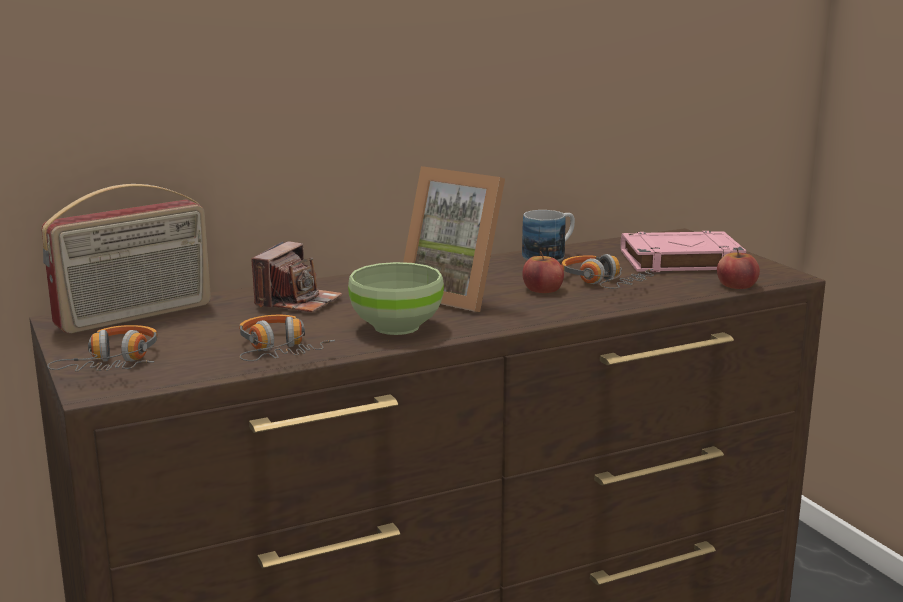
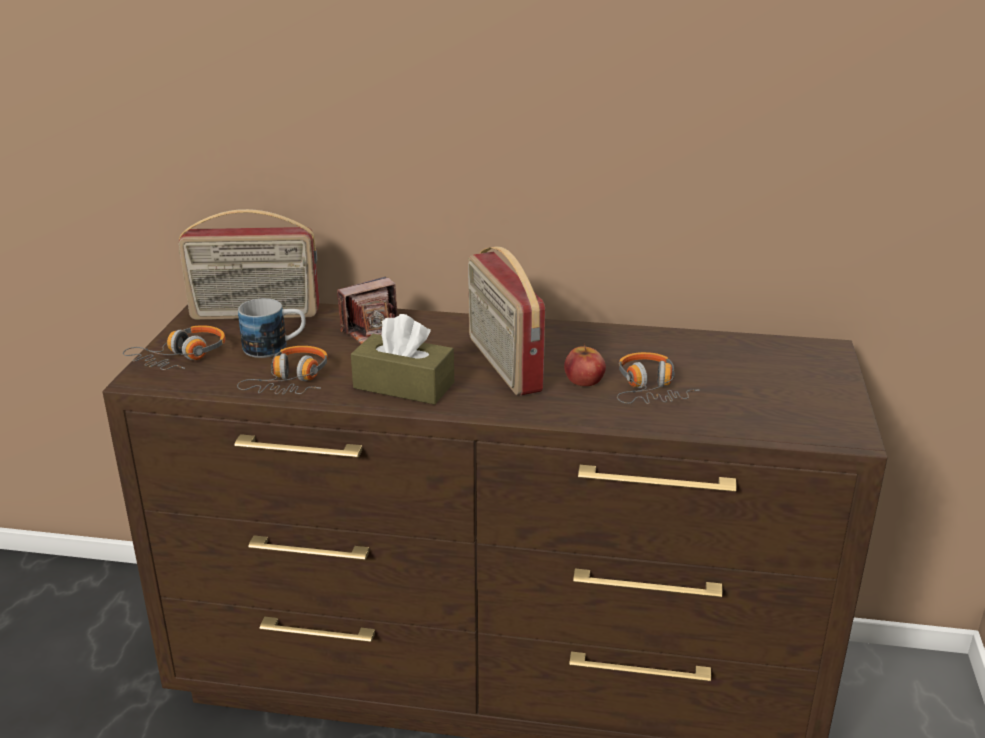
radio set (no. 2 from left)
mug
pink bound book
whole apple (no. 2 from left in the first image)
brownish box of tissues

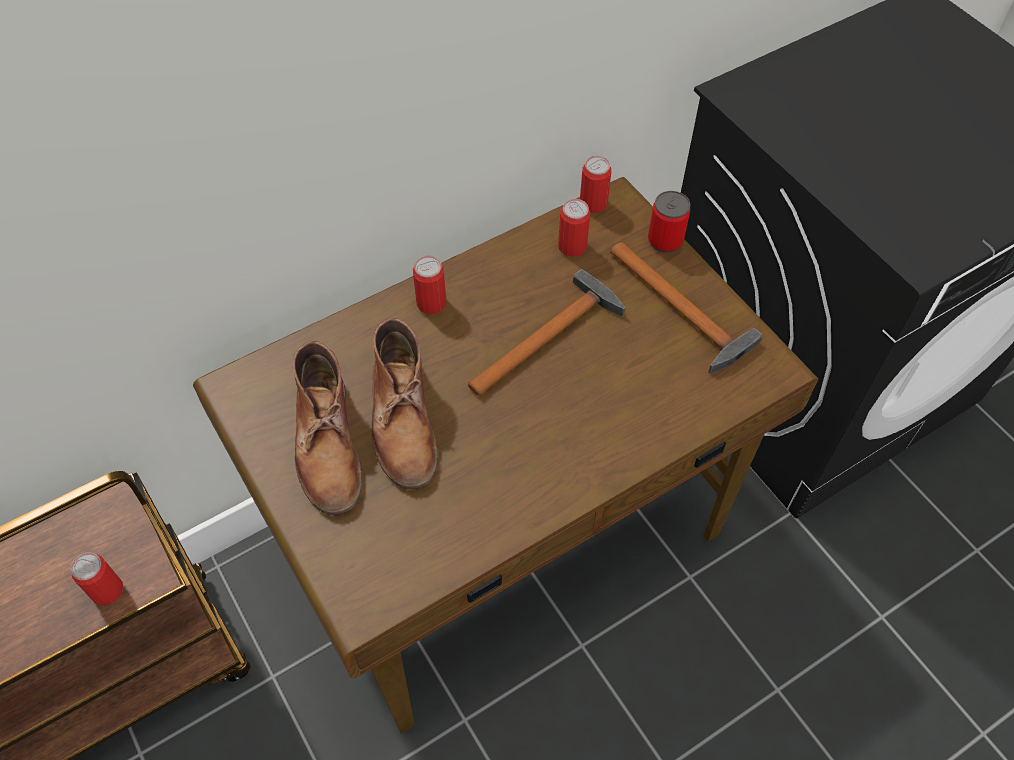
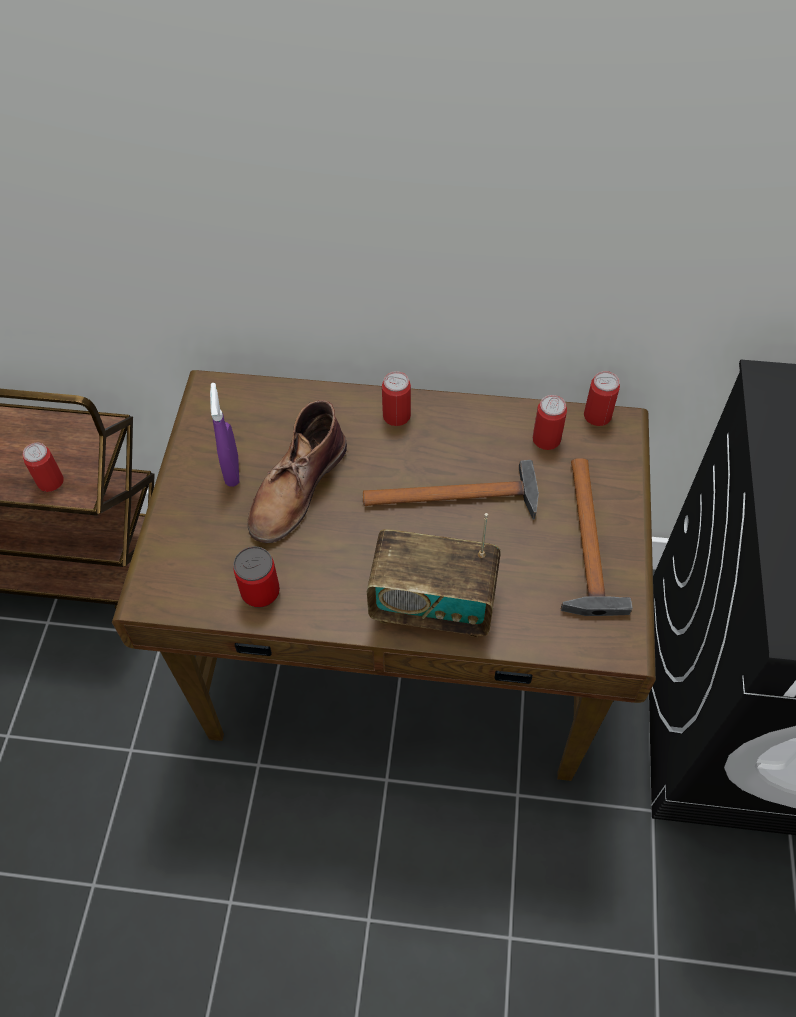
can (no. 2 from left)
purple-coloured sprayer
radio set

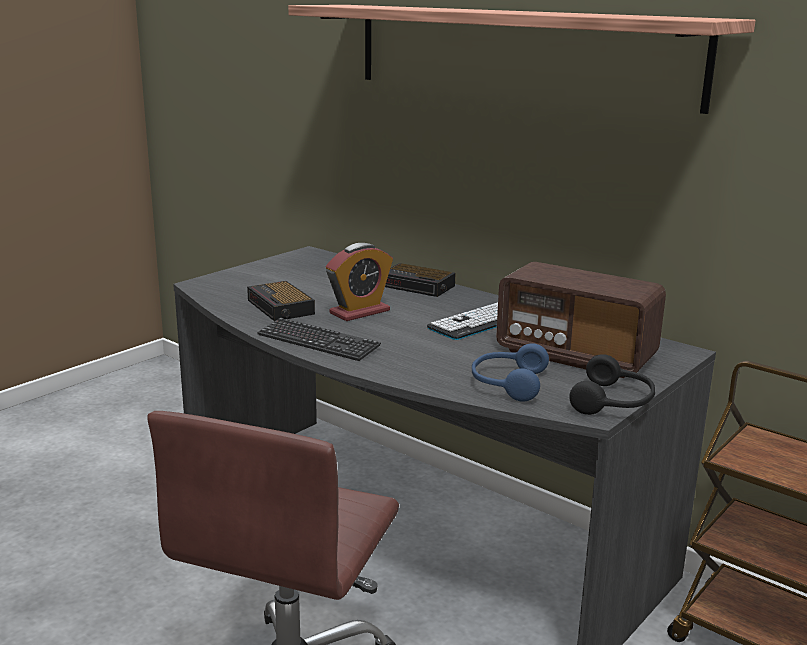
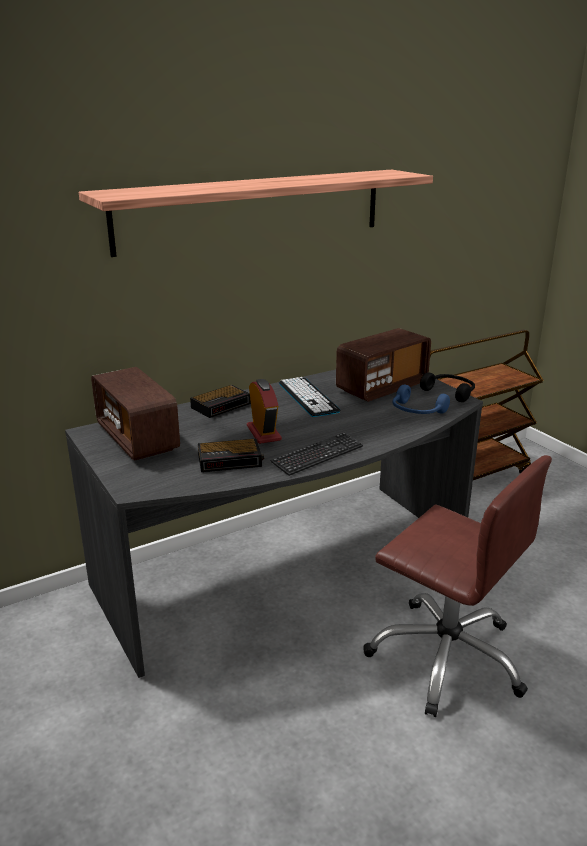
radio set (no. 1 from left)

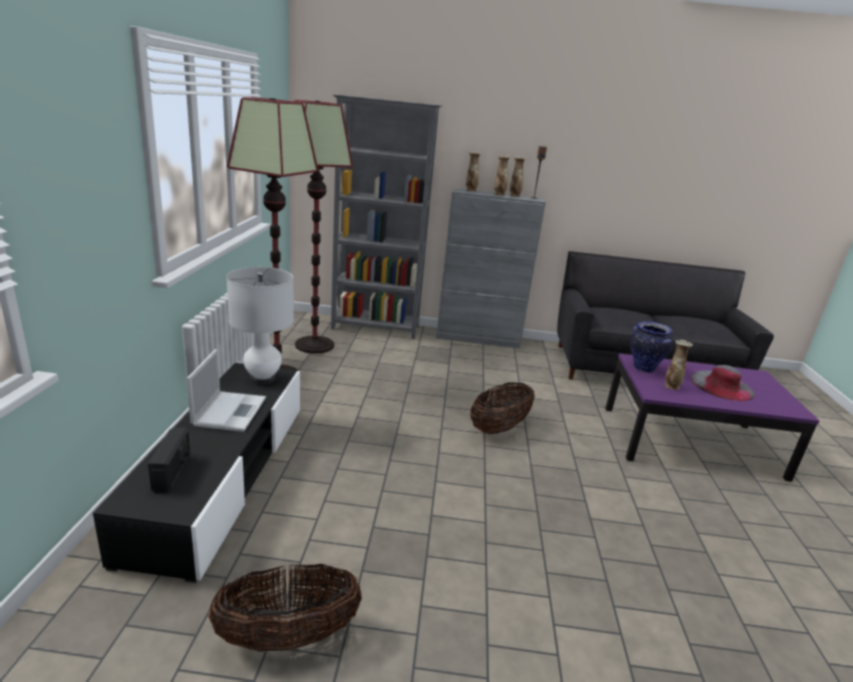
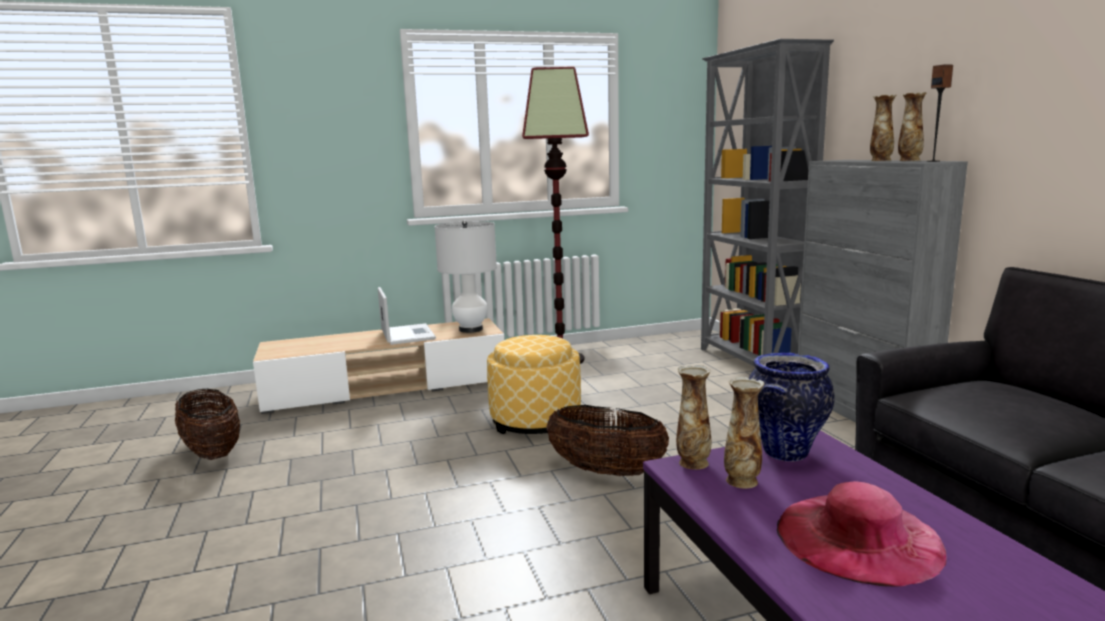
standing lamp (no. 2 from left in the first image)
decorative vase (no. 1 from left)
portable computer
sand-coloured tv unit
pink clothing hat
radio set
footrest

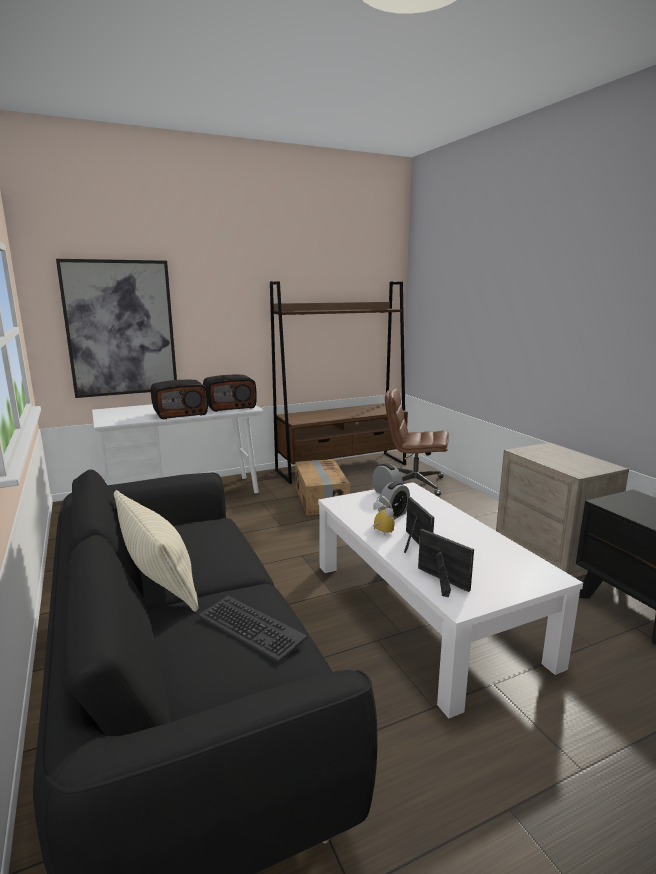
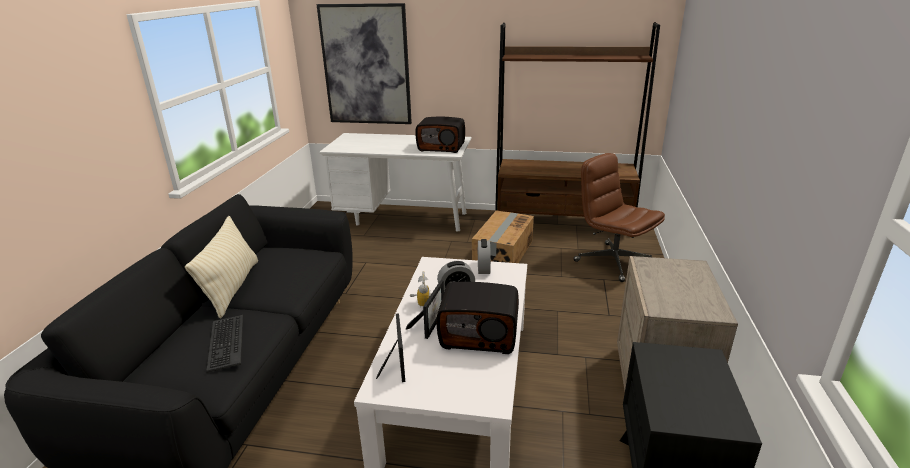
radio set (no. 2 from left)

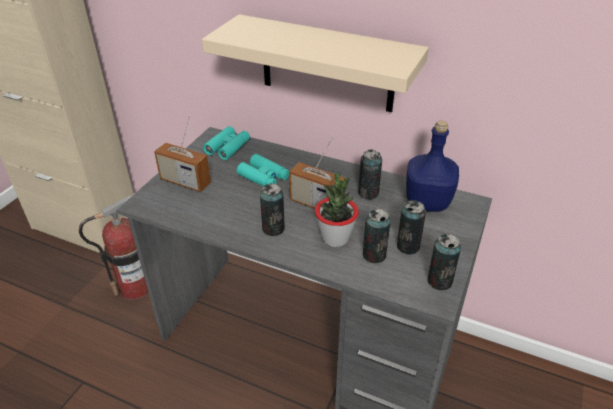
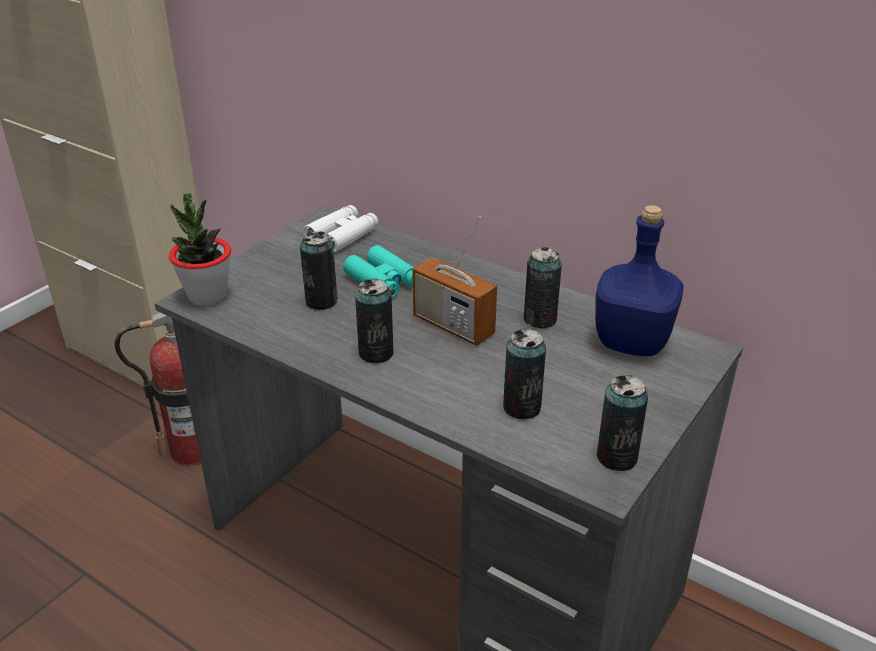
sand-coloured wall shelf
radio set (no. 1 from left in the first image)
white pair of binoculars
houseplant
can (no. 1 from left)

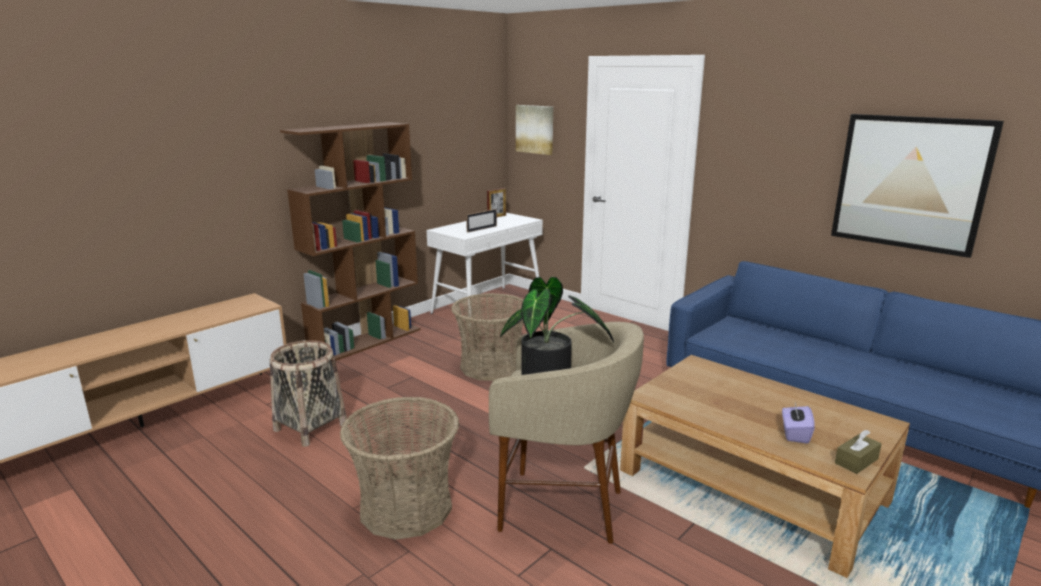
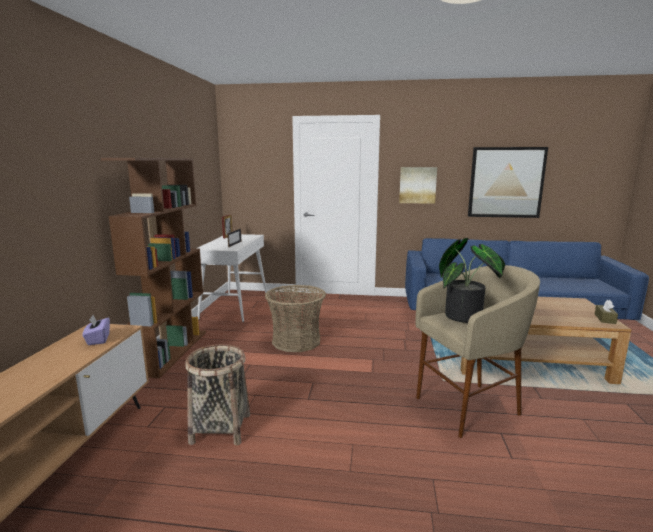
picture (no. 1 from left)
storage basket (no. 2 from left in the first image)
purple-coloured box of tissues

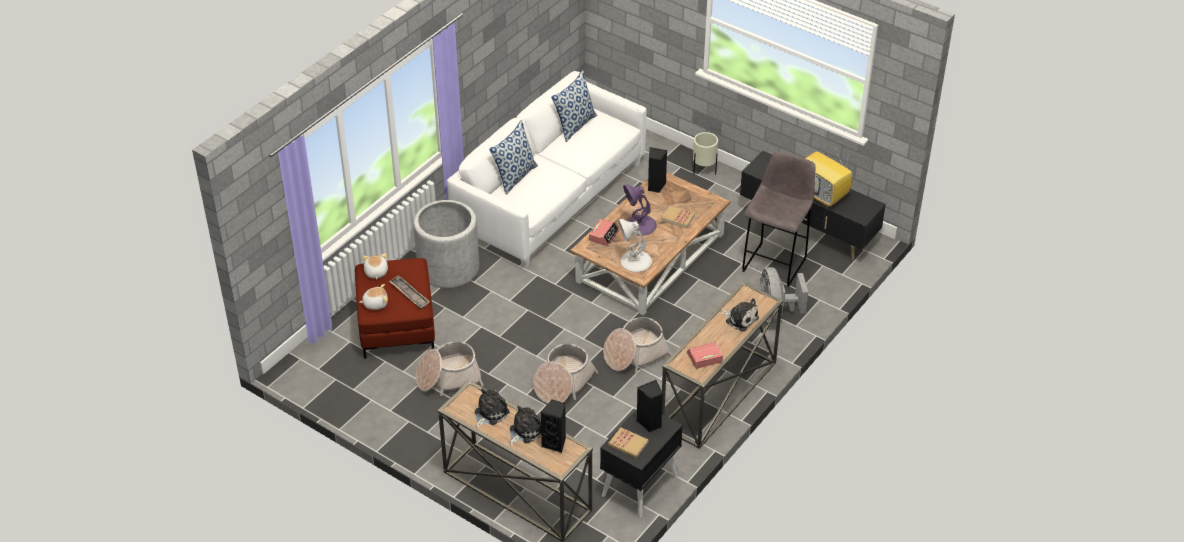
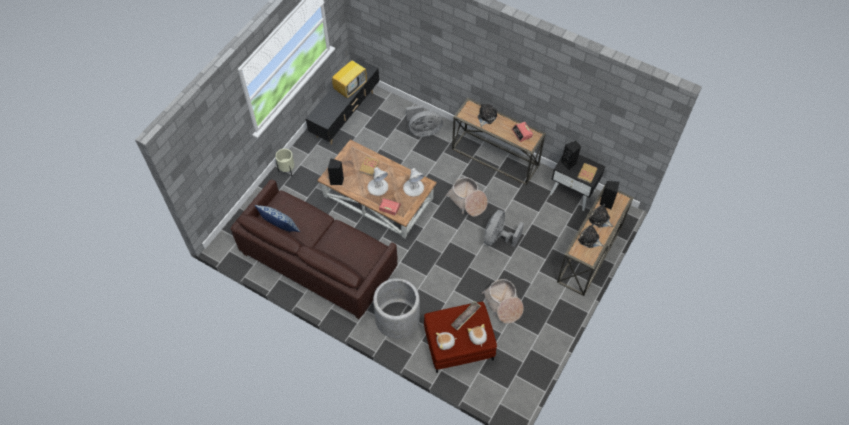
brownish settee
cushion (no. 1 from left in the first image)
greyish sitting stool
white lamp for a table (no. 1 from left)
greyish electric fan (no. 2 from left)

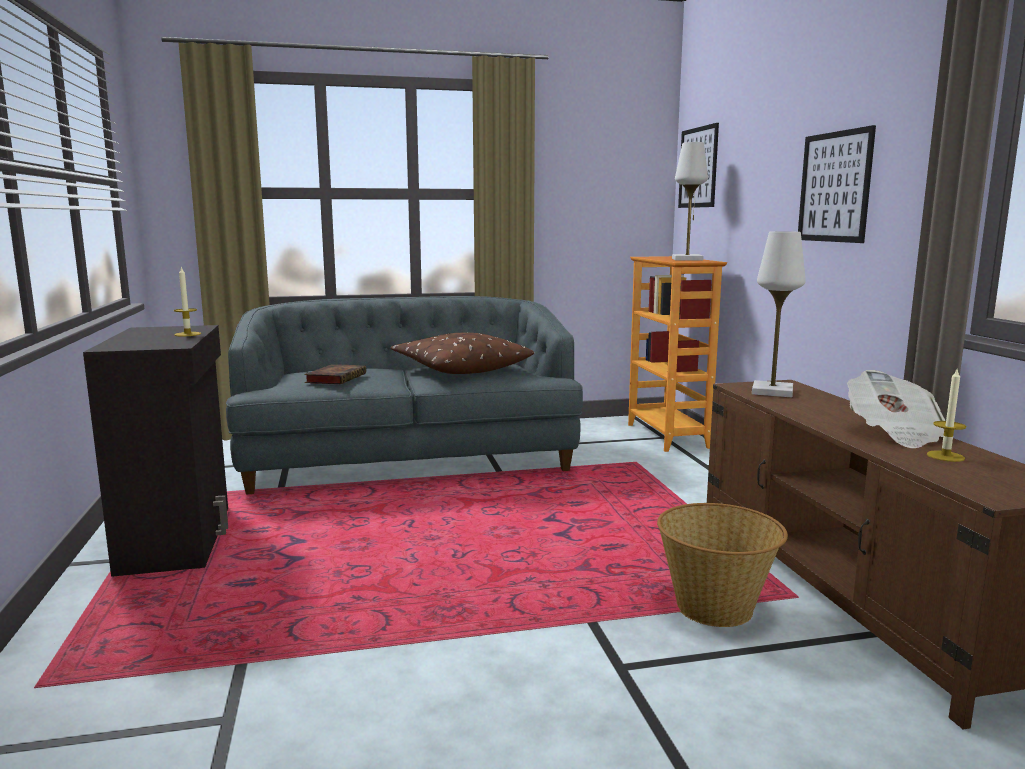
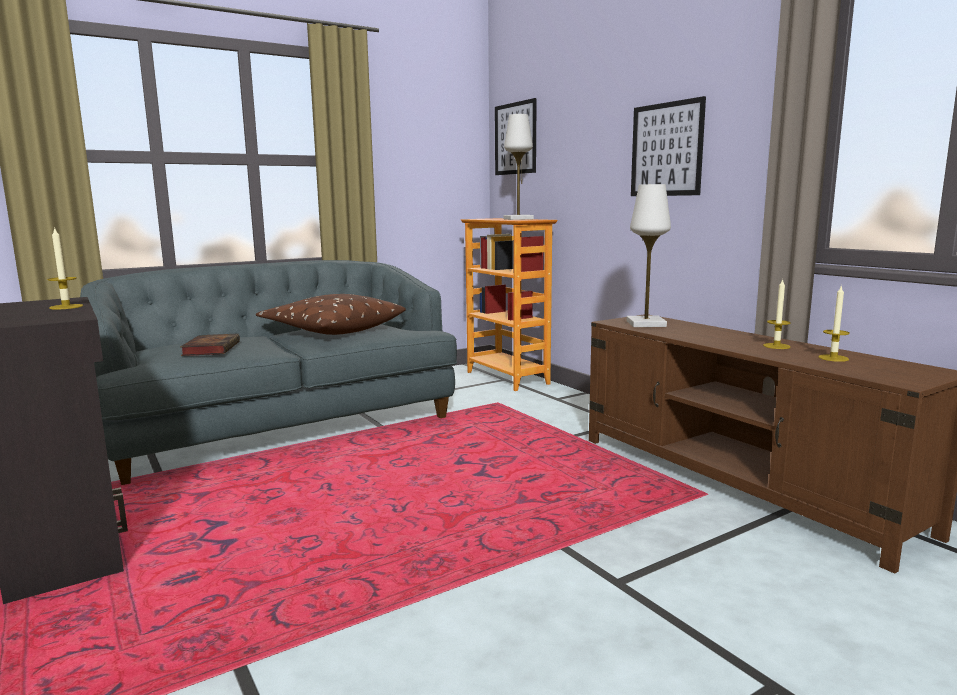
wax light (no. 2 from left)
storage basket

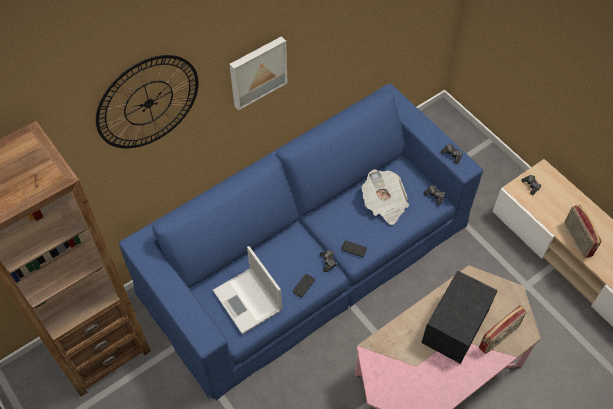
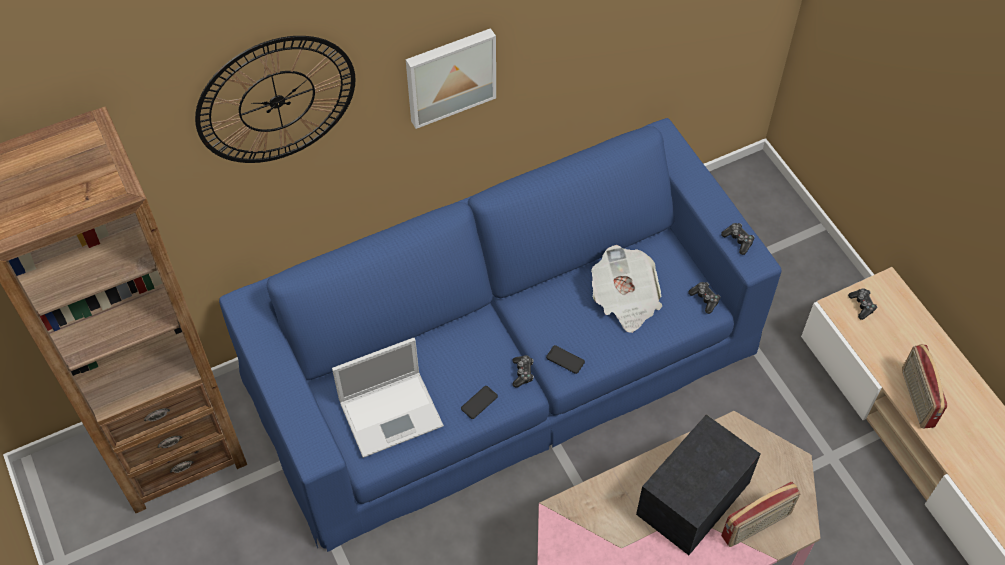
portable computer

